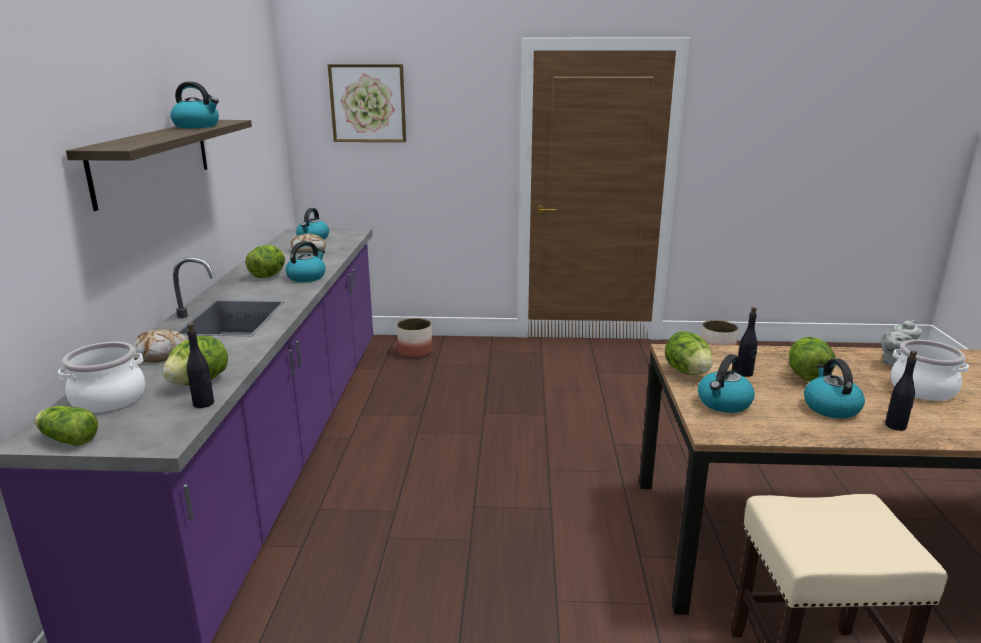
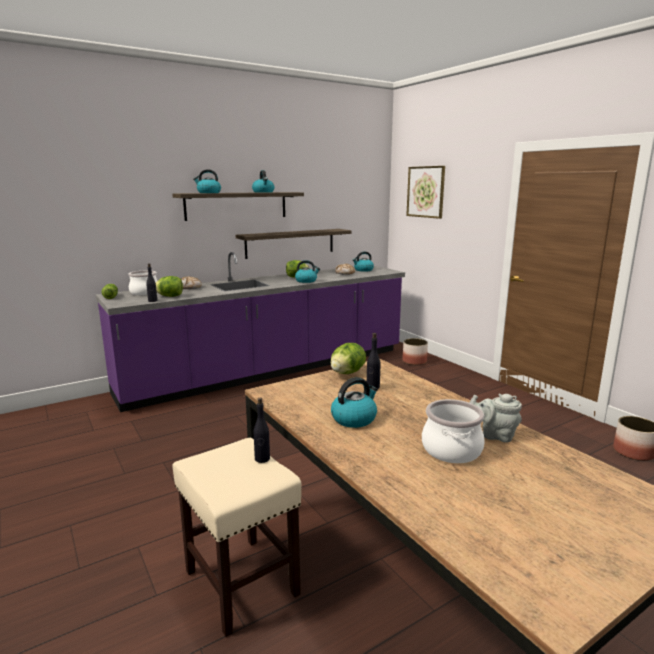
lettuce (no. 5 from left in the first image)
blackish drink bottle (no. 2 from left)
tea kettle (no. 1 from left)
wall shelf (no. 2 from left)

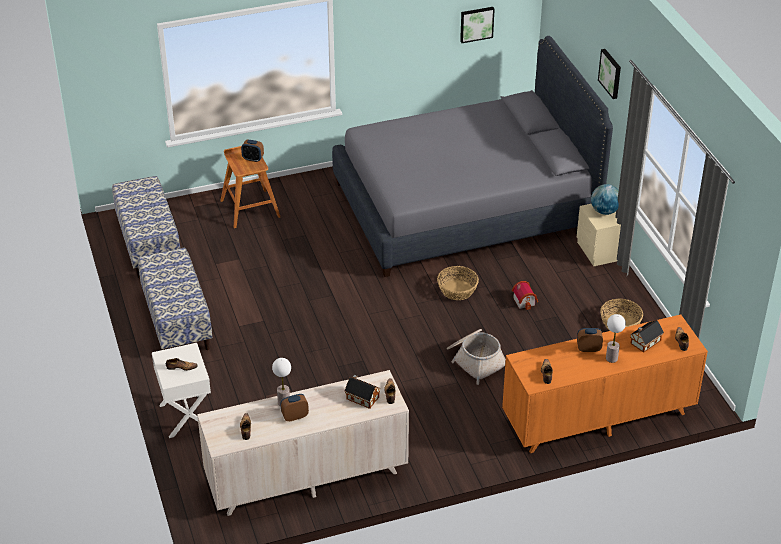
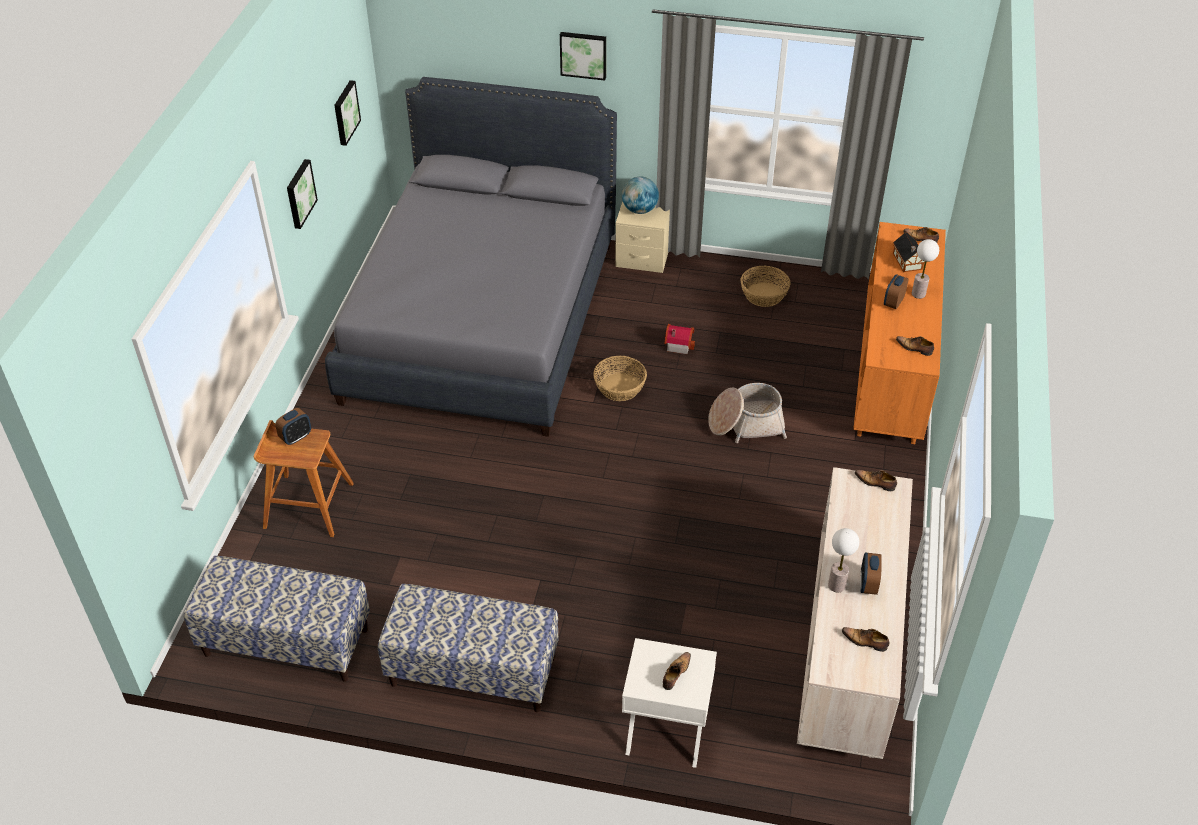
toy house (no. 1 from left in the first image)
picture (no. 1 from left)

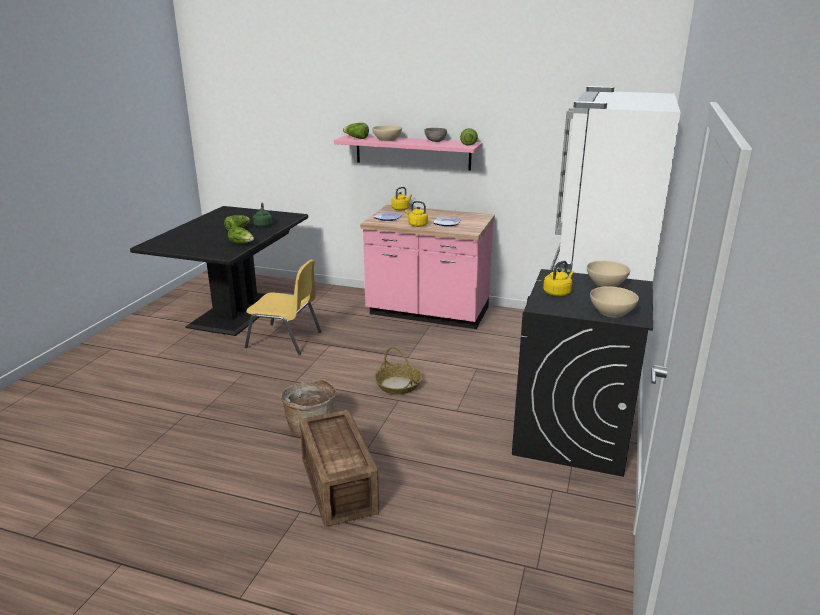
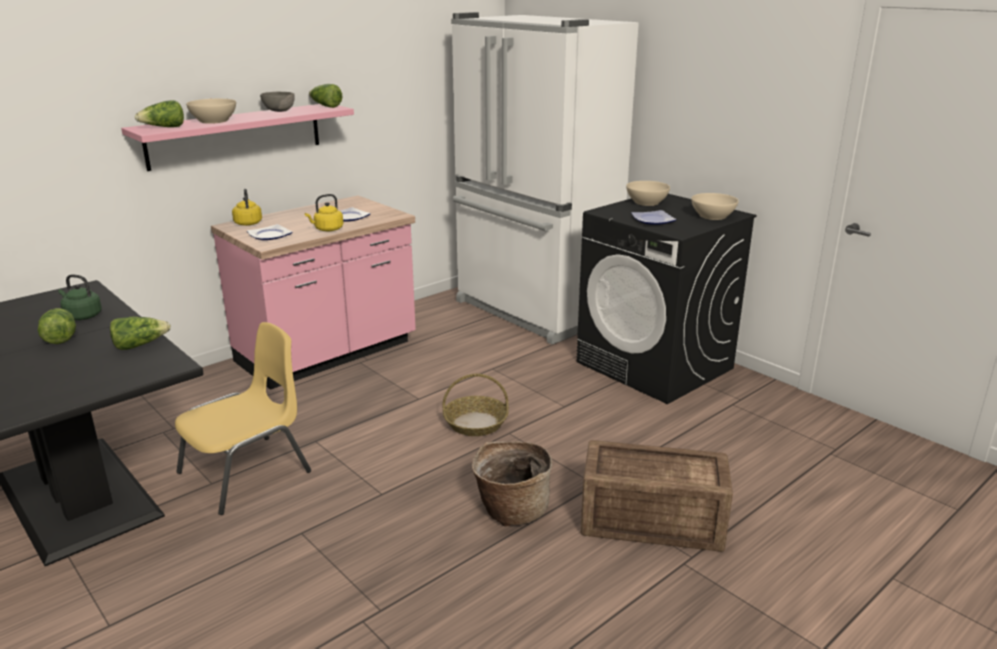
plate (no. 3 from left)

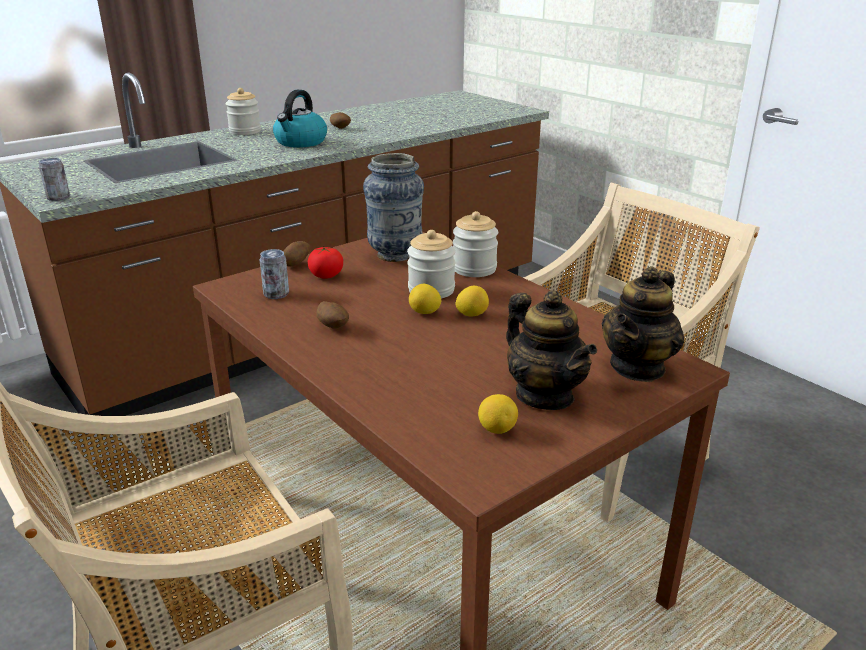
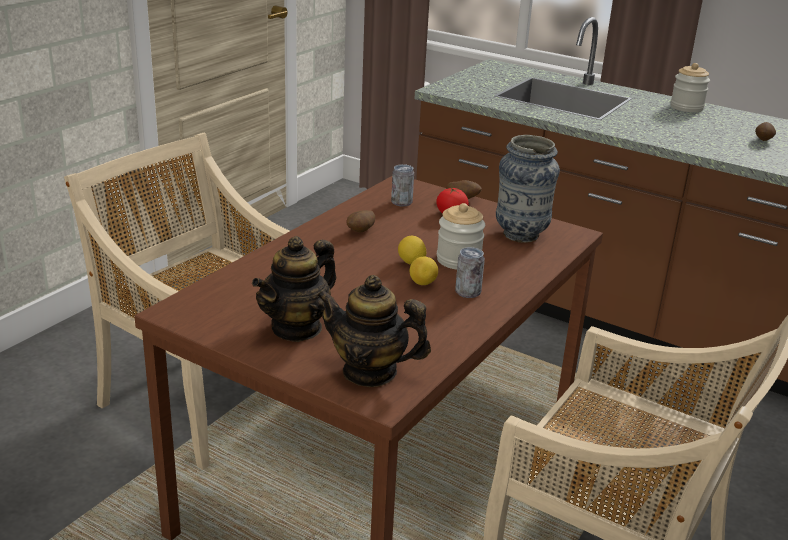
tea kettle
can (no. 2 from left)
preserve jar (no. 3 from left in the first image)
citrus fruit (no. 3 from left in the first image)

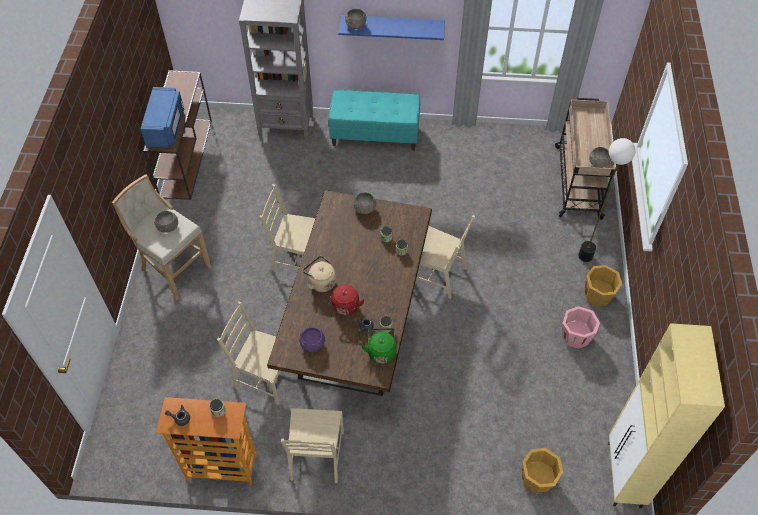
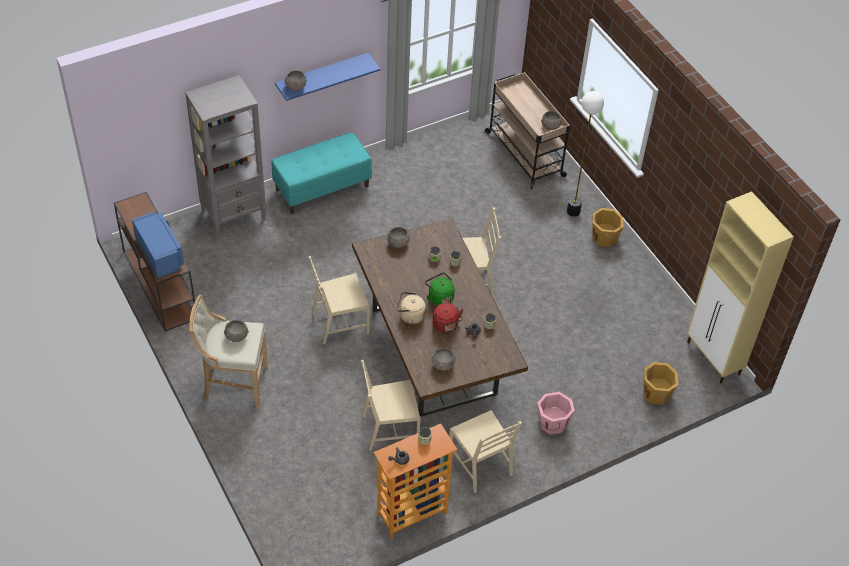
pink bucket
greyish deep dish (no. 4 from left)
green tea kettle

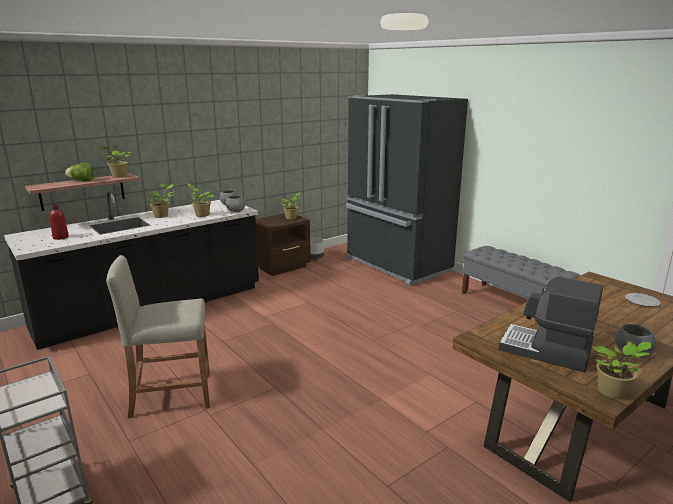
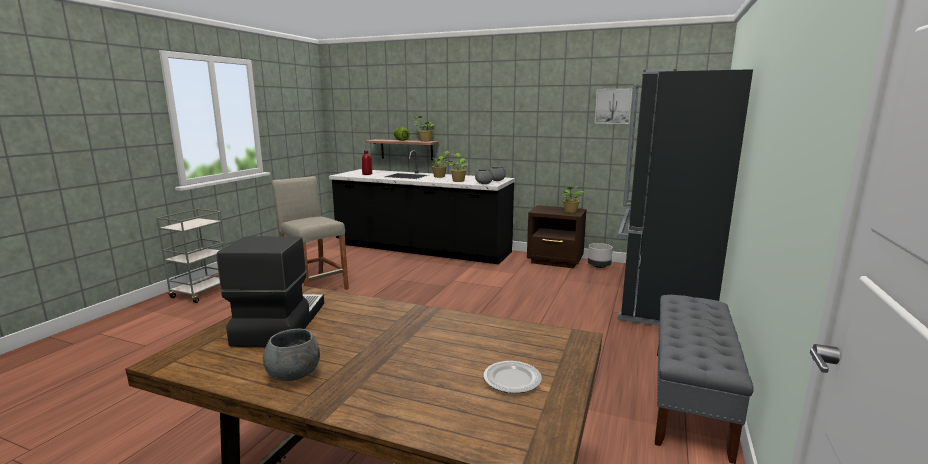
houseplant (no. 5 from left in the first image)
picture

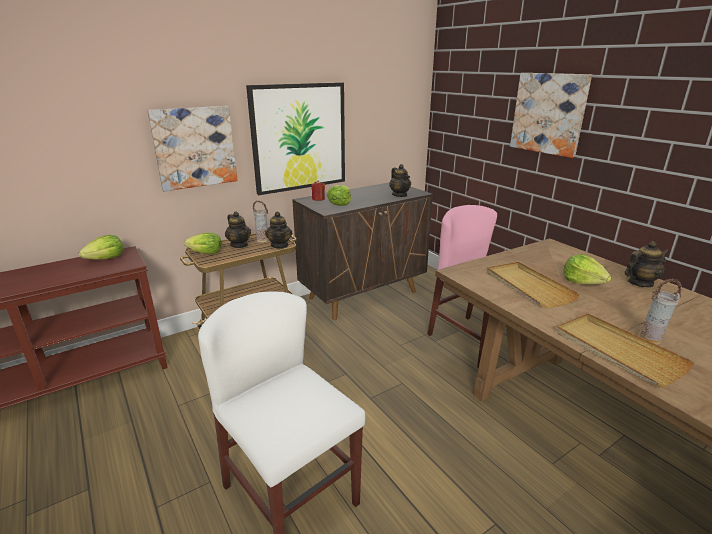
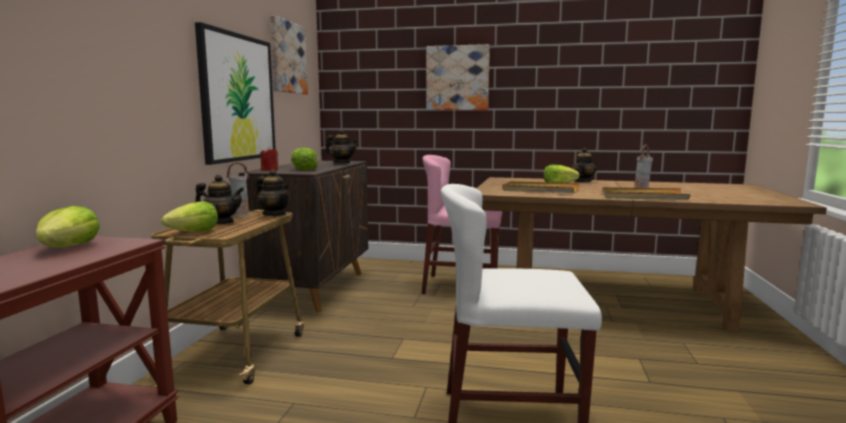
picture (no. 2 from left)

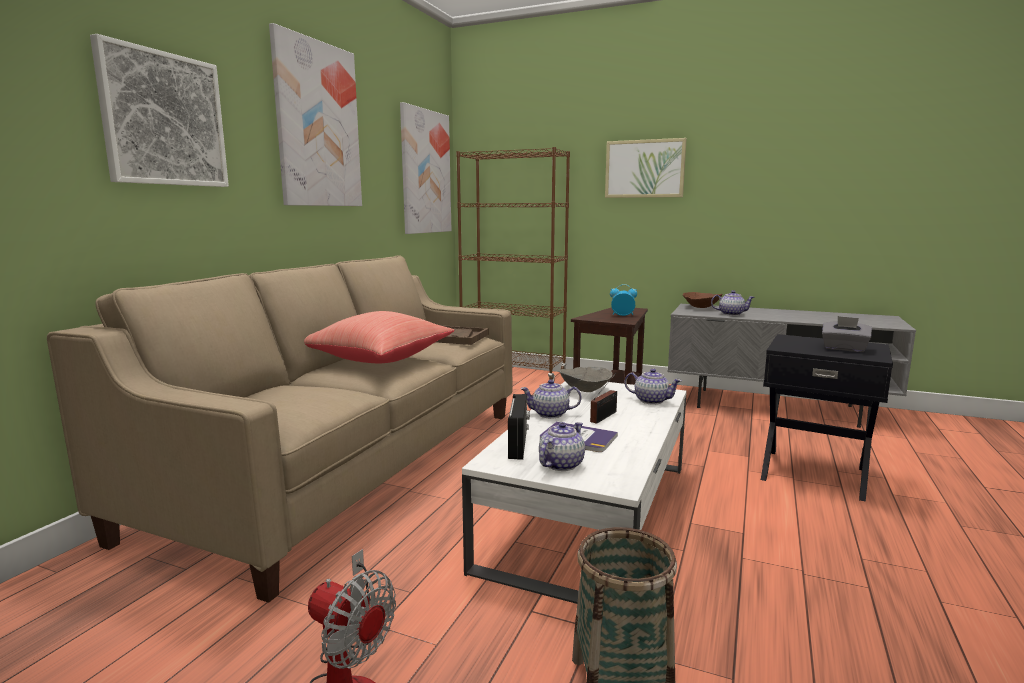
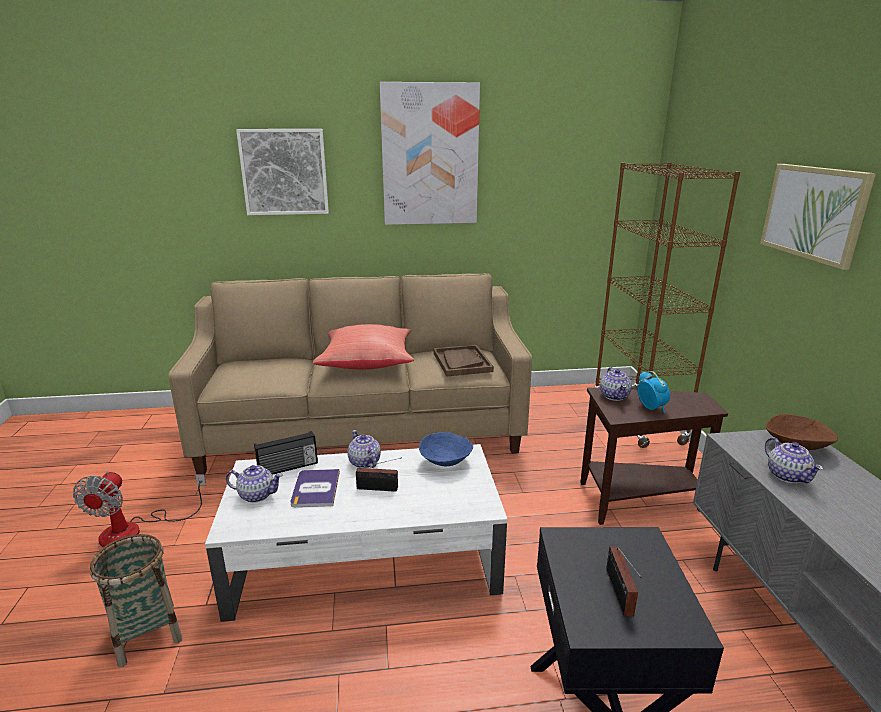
picture (no. 3 from left in the first image)
radio set (no. 3 from left)
bluish deep dish
teapot (no. 3 from left)

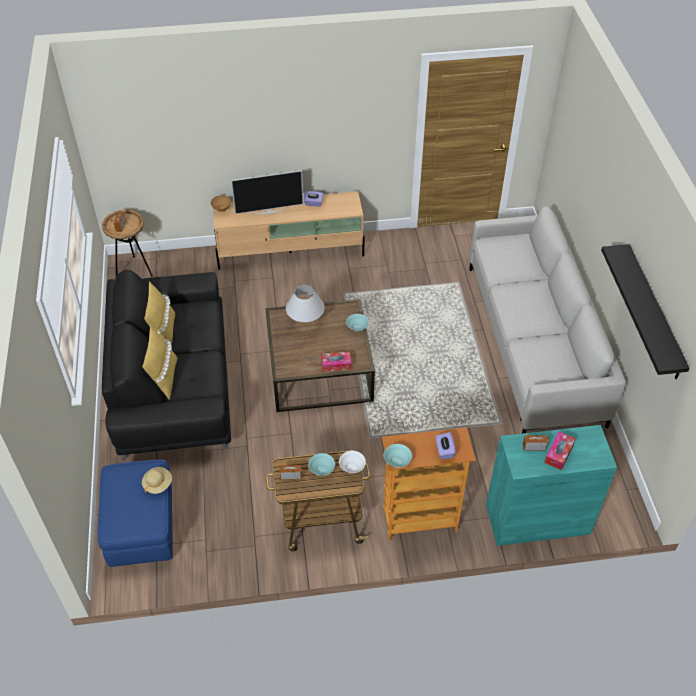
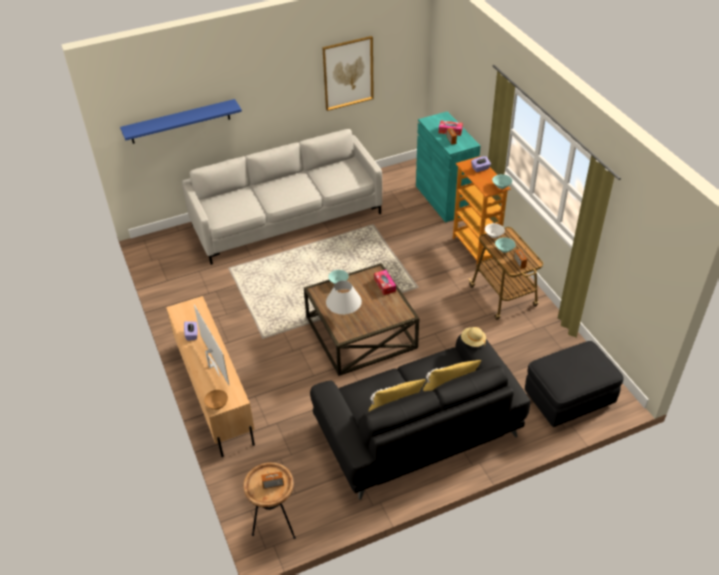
picture
blackish footrest
sand-coloured clothing hat
bluish wall shelf

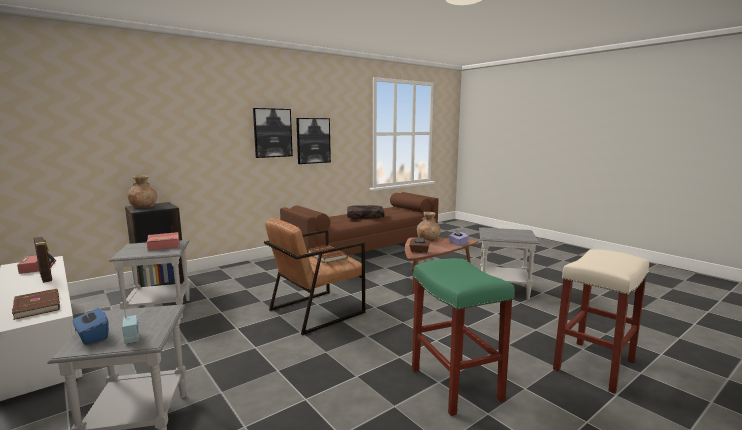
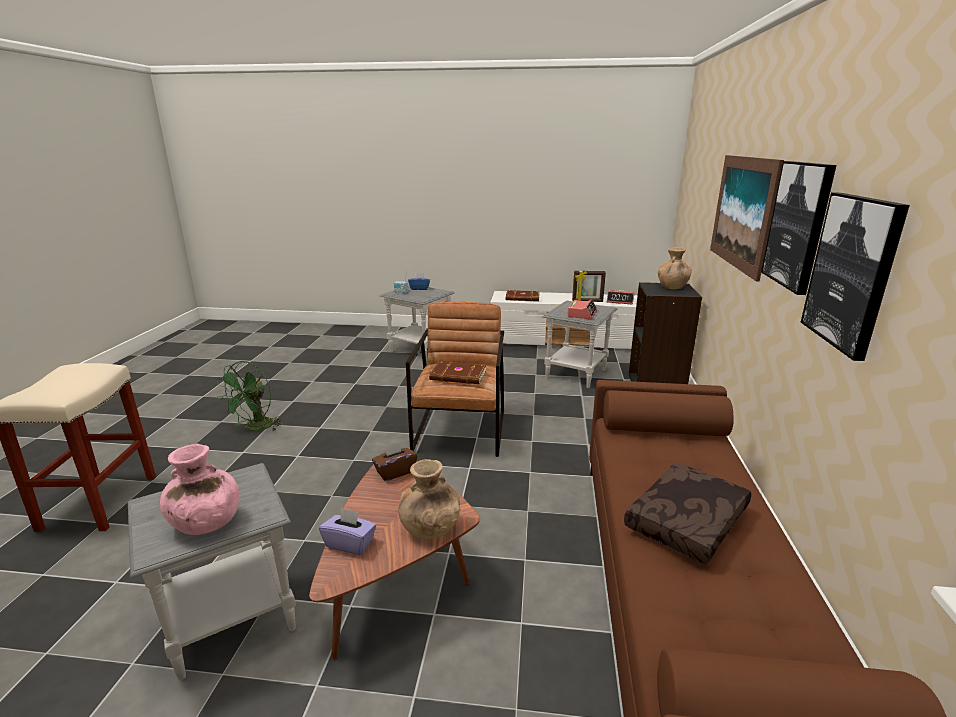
green electric fan
picture (no. 1 from left)
pink decorative vase

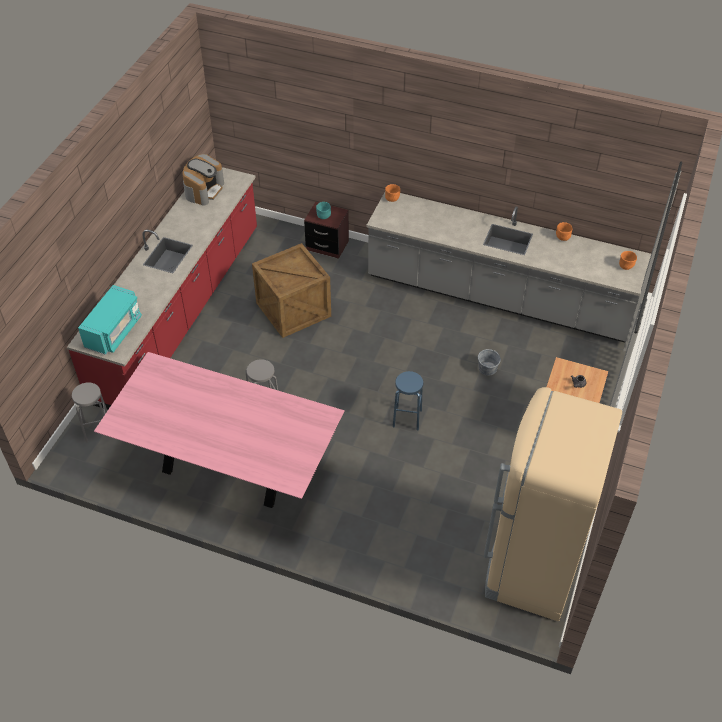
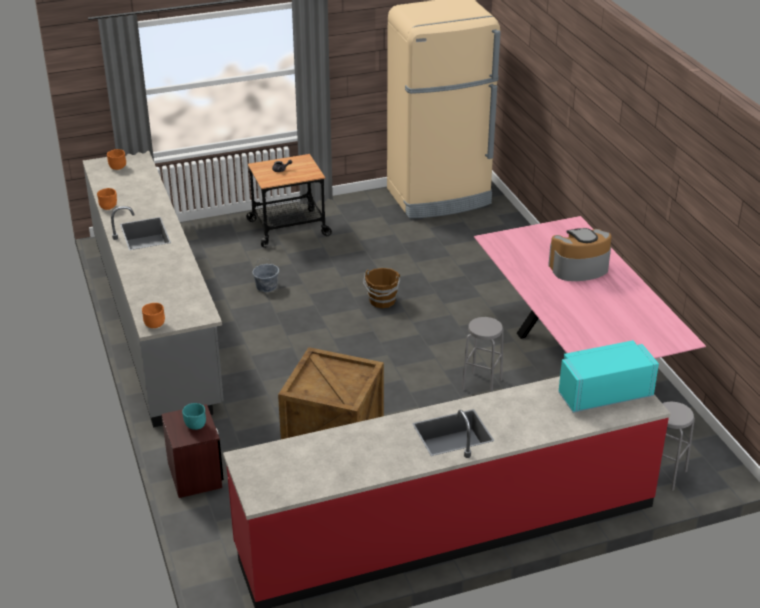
coffee maker
brownish bucket

